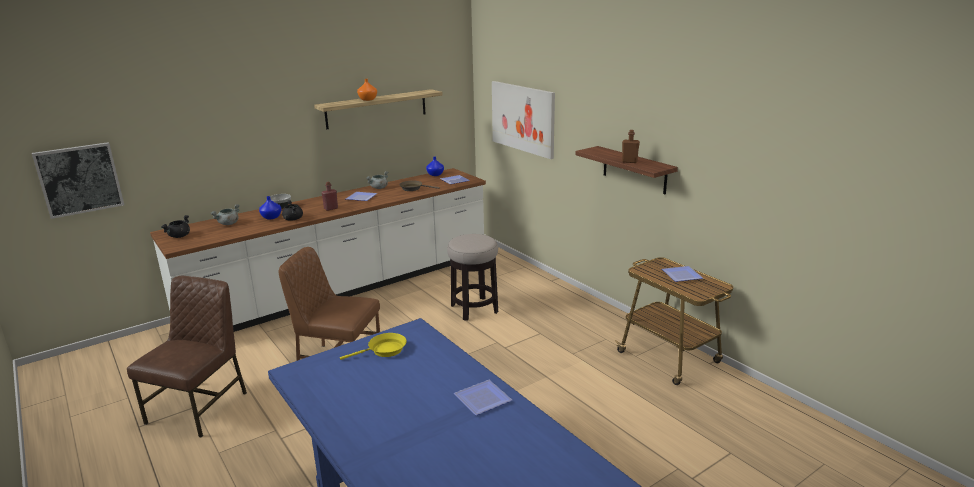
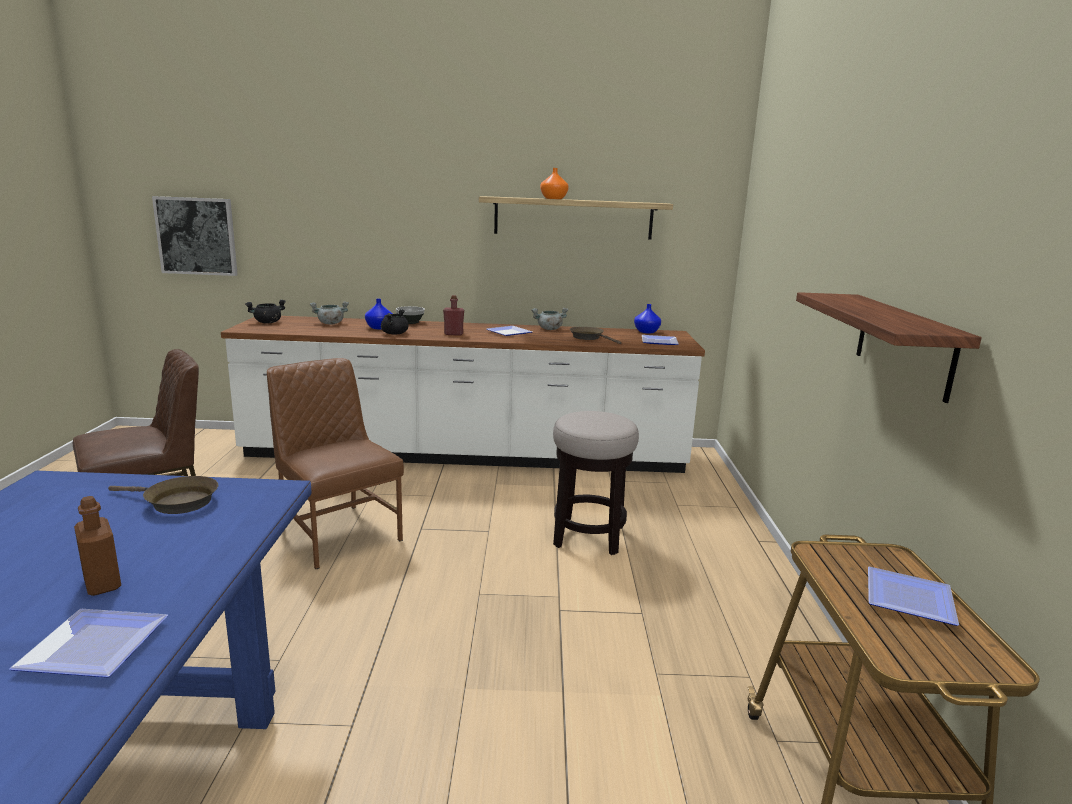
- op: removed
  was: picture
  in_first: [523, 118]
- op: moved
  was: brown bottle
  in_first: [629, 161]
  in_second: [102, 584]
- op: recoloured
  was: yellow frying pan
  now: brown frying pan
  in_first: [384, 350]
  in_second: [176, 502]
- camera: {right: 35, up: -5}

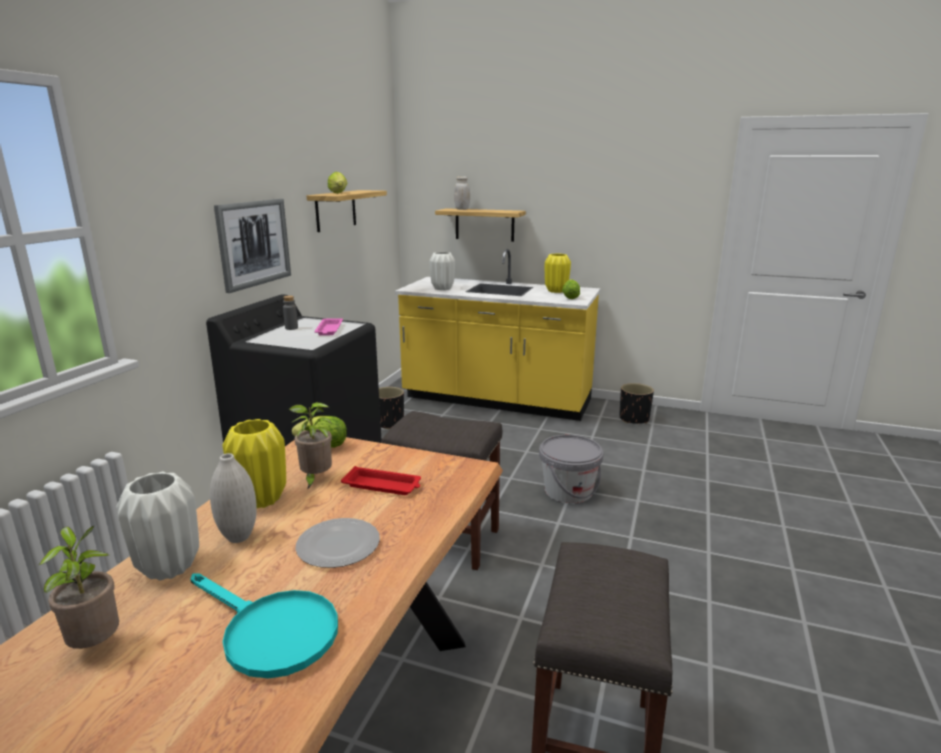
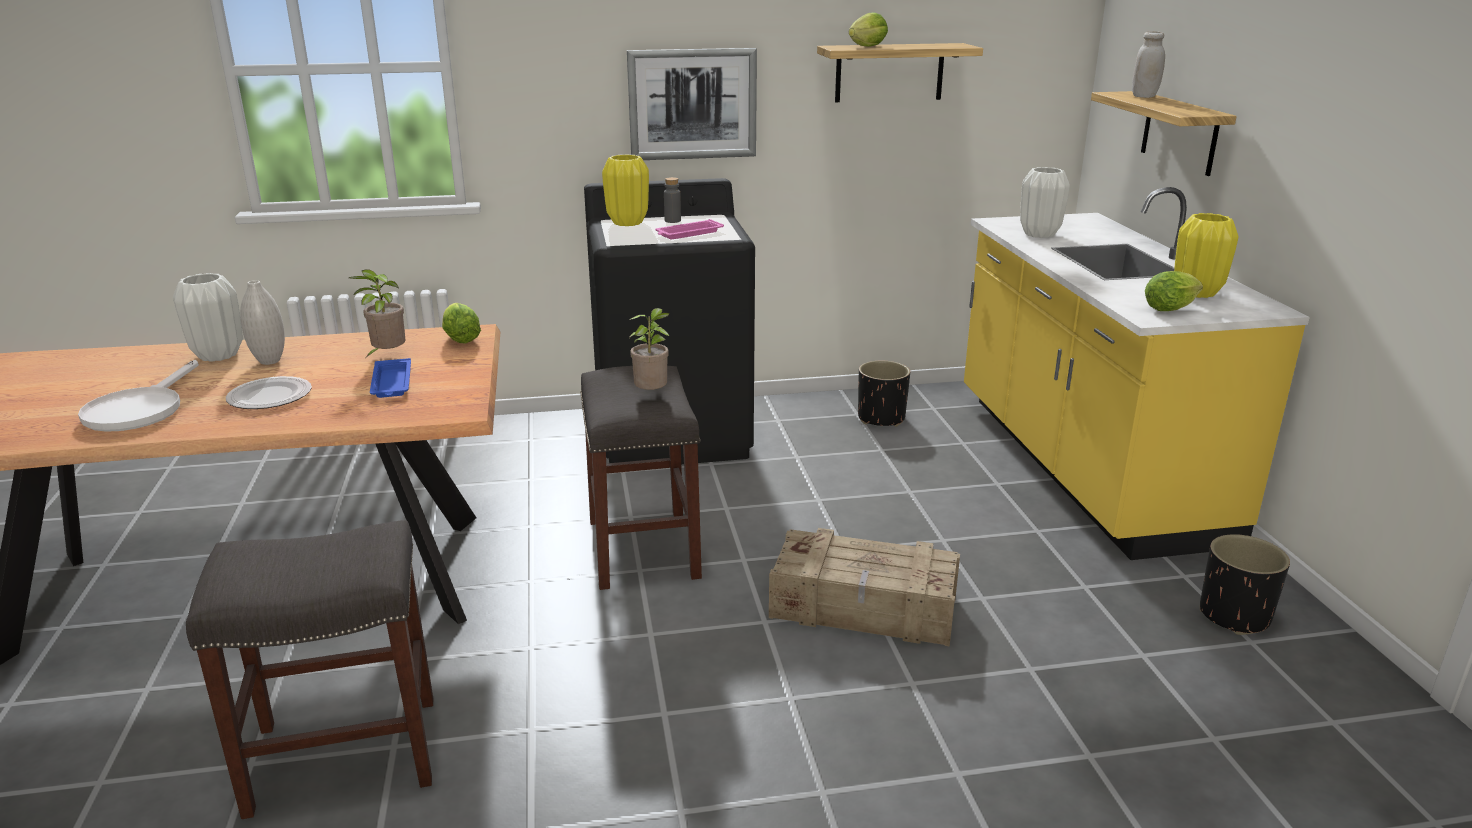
- op: moved
  was: yellow vase
  in_first: [261, 499]
  in_second: [628, 222]
- op: replaced
  was: grey bucket
  now: crate
  in_first: [568, 491]
  in_second: [864, 608]
- op: recoloured
  was: red tray
  now: blue tray
  in_first: [383, 485]
  in_second: [392, 384]
- op: moved
  was: potted plant
  in_first: [96, 645]
  in_second: [652, 395]
- op: recoloured
  was: turquoise frying pan
  now: white frying pan
  in_first: [270, 632]
  in_second: [140, 409]
- camera: {right: 60, up: 5}

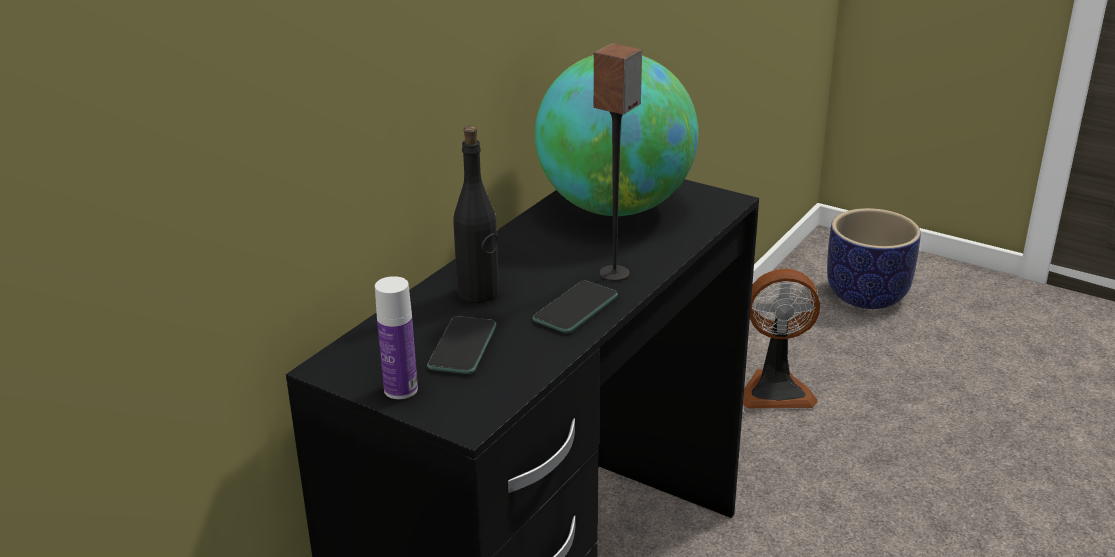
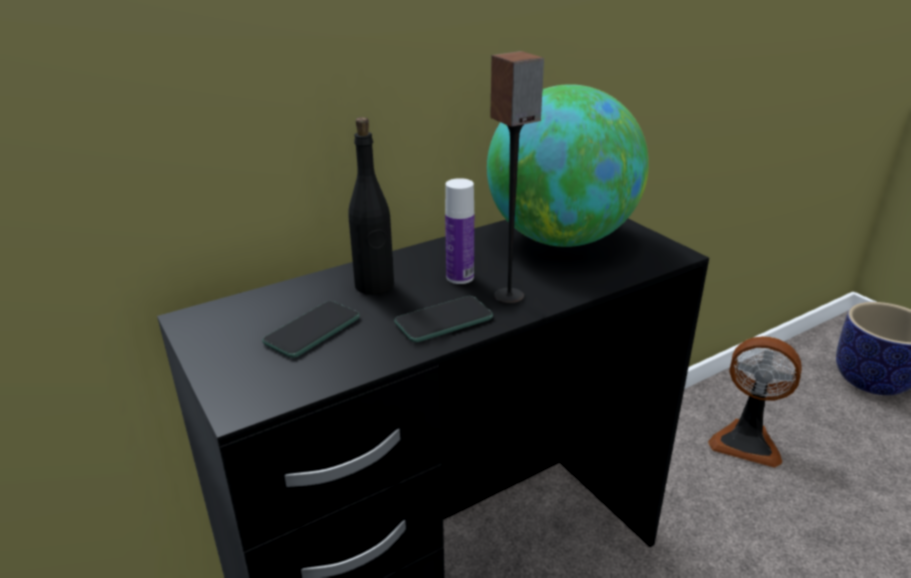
- op: moved
  was: bottle
  in_first: [401, 389]
  in_second: [460, 277]
- camera: {right: 25, up: 0}

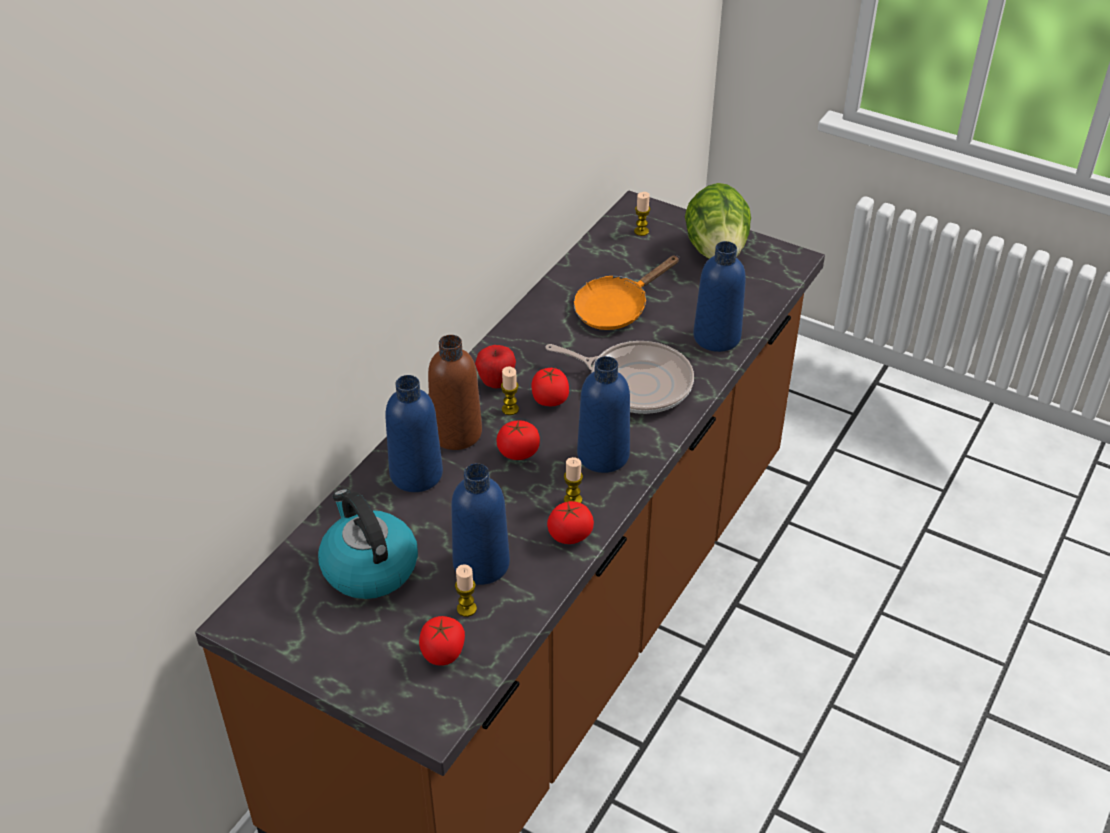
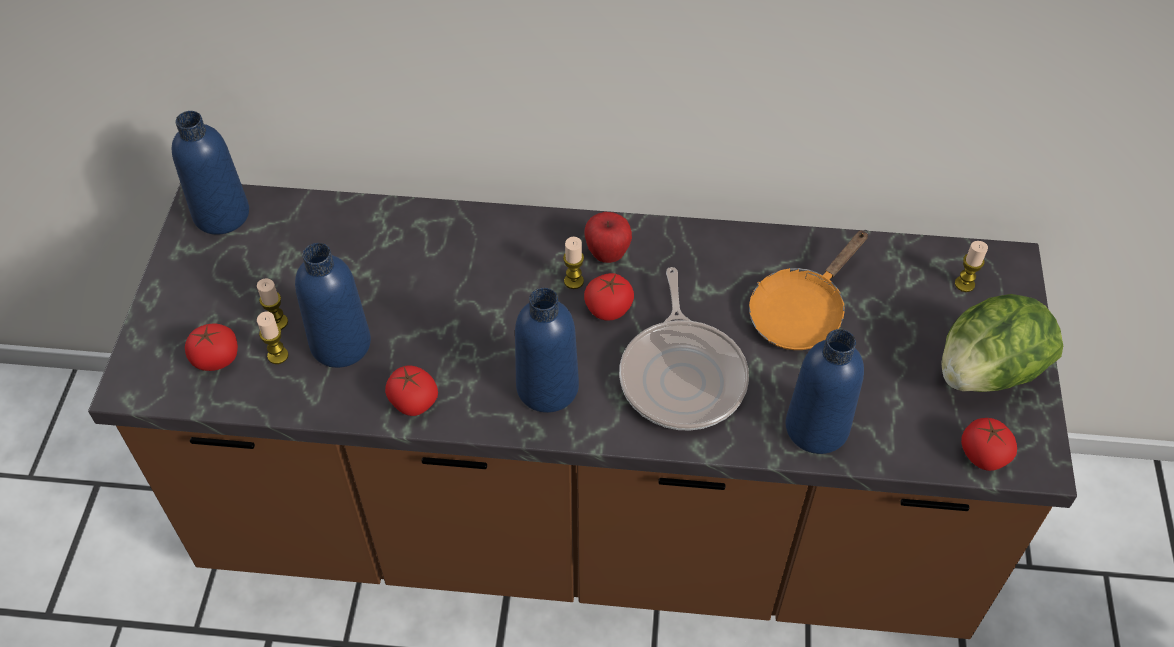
- op: turned
  was: orange frying pan
  in_first: [616, 309]
  in_second: [801, 312]
  clockwise: -75
- op: removed
  was: brown bottle
  in_first: [456, 433]
- op: moved
  was: blue bottle
  in_first: [416, 474]
  in_second: [221, 214]
- op: moved
  was: tomato
  in_first: [518, 452]
  in_second: [982, 455]
- op: moved
  was: candle
  in_first: [573, 500]
  in_second: [277, 322]
- op: removed
  was: kettle
  in_first: [368, 567]
- camera: {right: 65, up: 10}

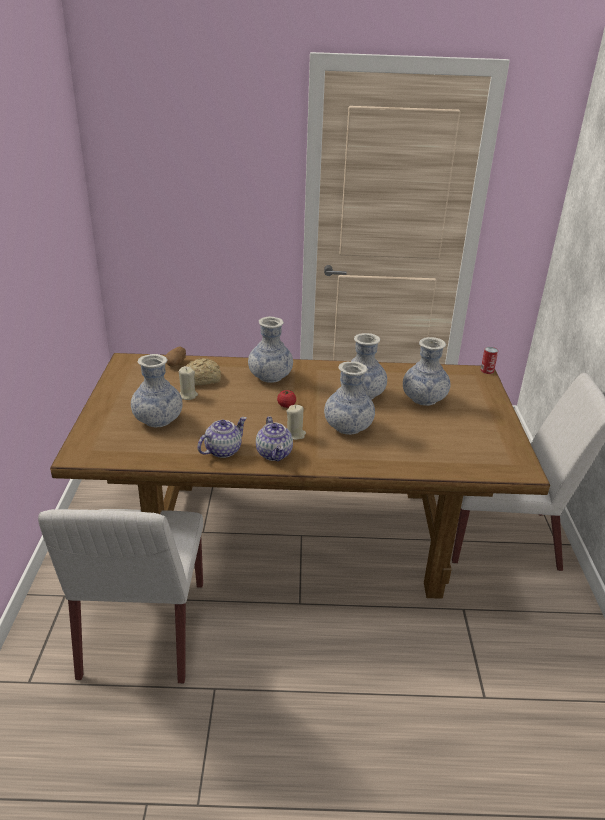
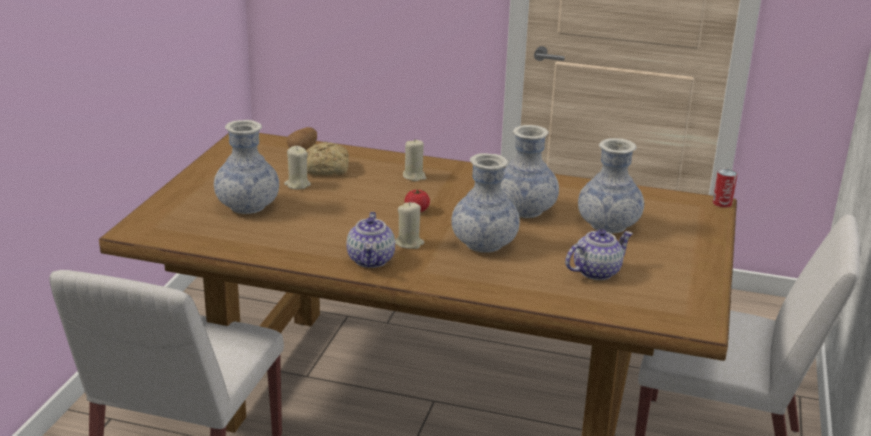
- op: replaced
  was: vase
  now: beige candle
  in_first: [270, 377]
  in_second: [414, 176]
- op: moved
  was: teapot
  in_first: [223, 450]
  in_second: [596, 271]
- camera: {right: 15, up: -5}

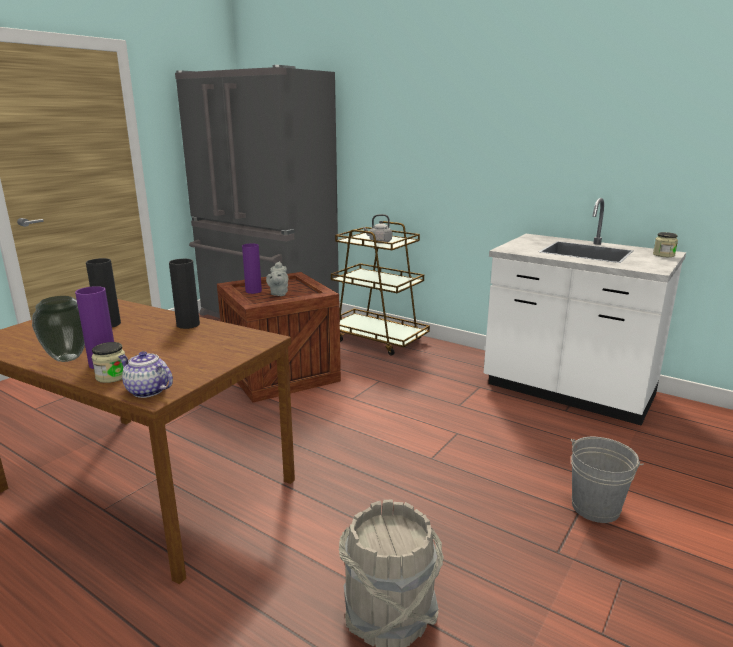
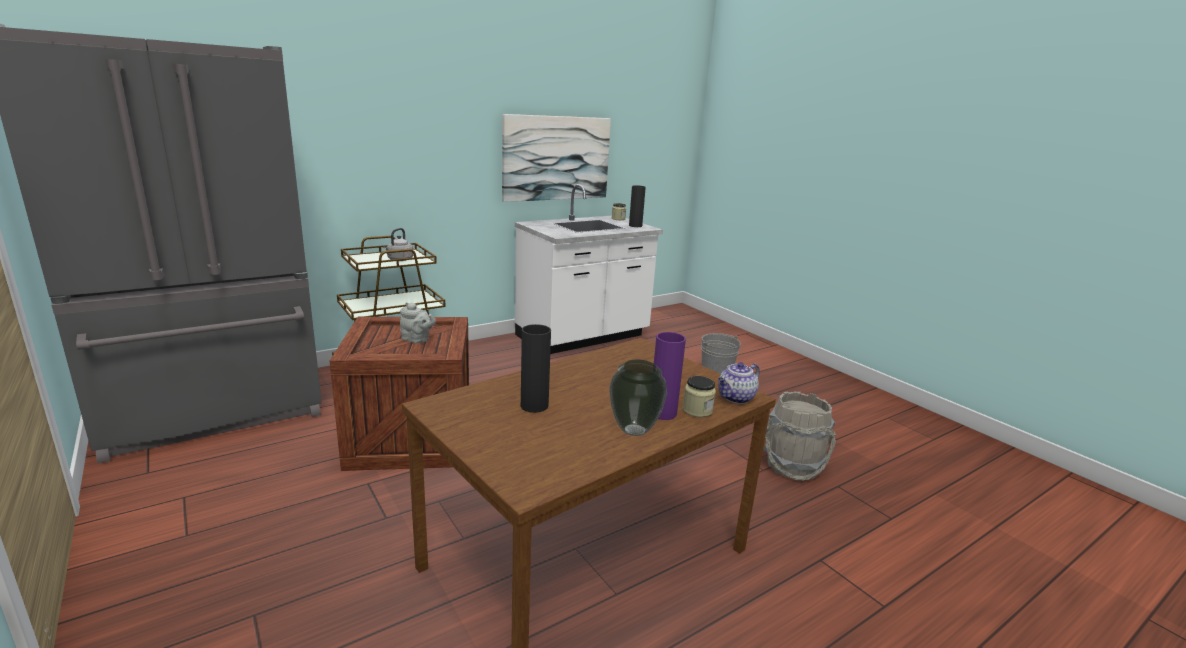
- op: removed
  was: purple vase
  in_first: [253, 291]
- op: moved
  was: black vase
  in_first: [188, 324]
  in_second: [635, 226]
- op: added
  now: picture
  in_second: [556, 158]
- camera: {right: -70, up: 0}

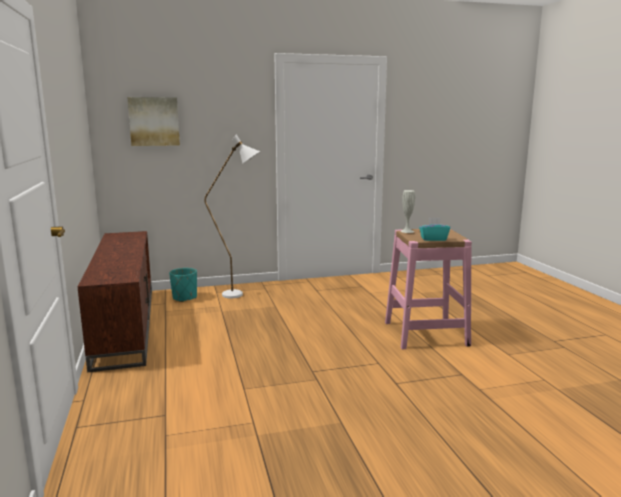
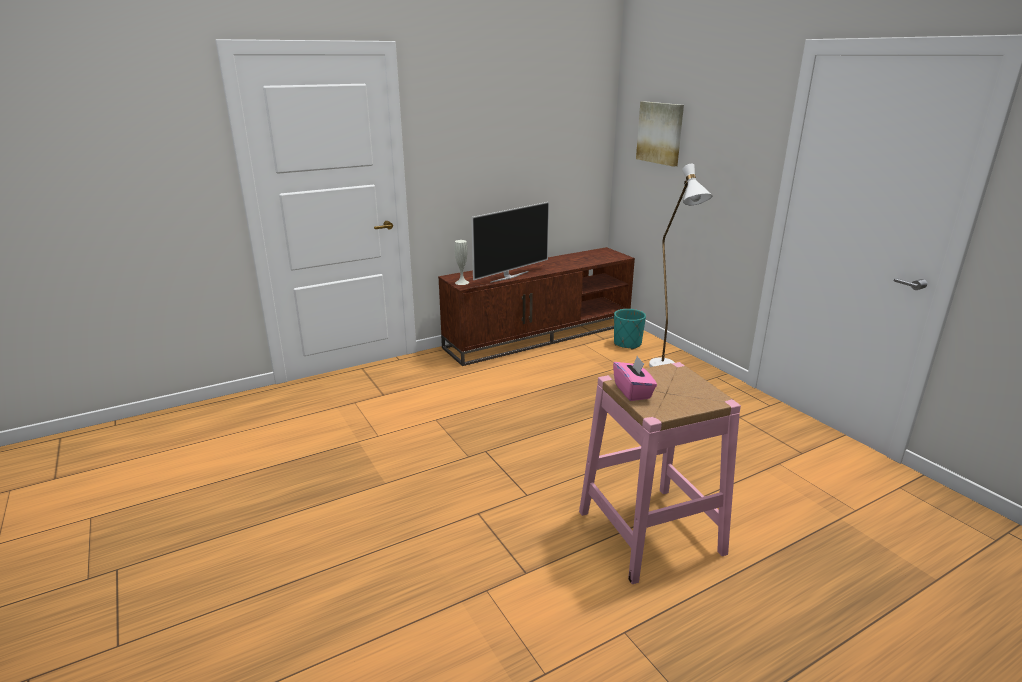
- op: moved
  was: white vase
  in_first: [407, 231]
  in_second: [462, 282]
- op: recoloured
  was: turquoise tissue box
  now: pink tissue box
  in_first: [433, 239]
  in_second: [633, 391]
- op: added
  now: television
  in_second: [509, 276]
- camera: {right: 75, up: 10}

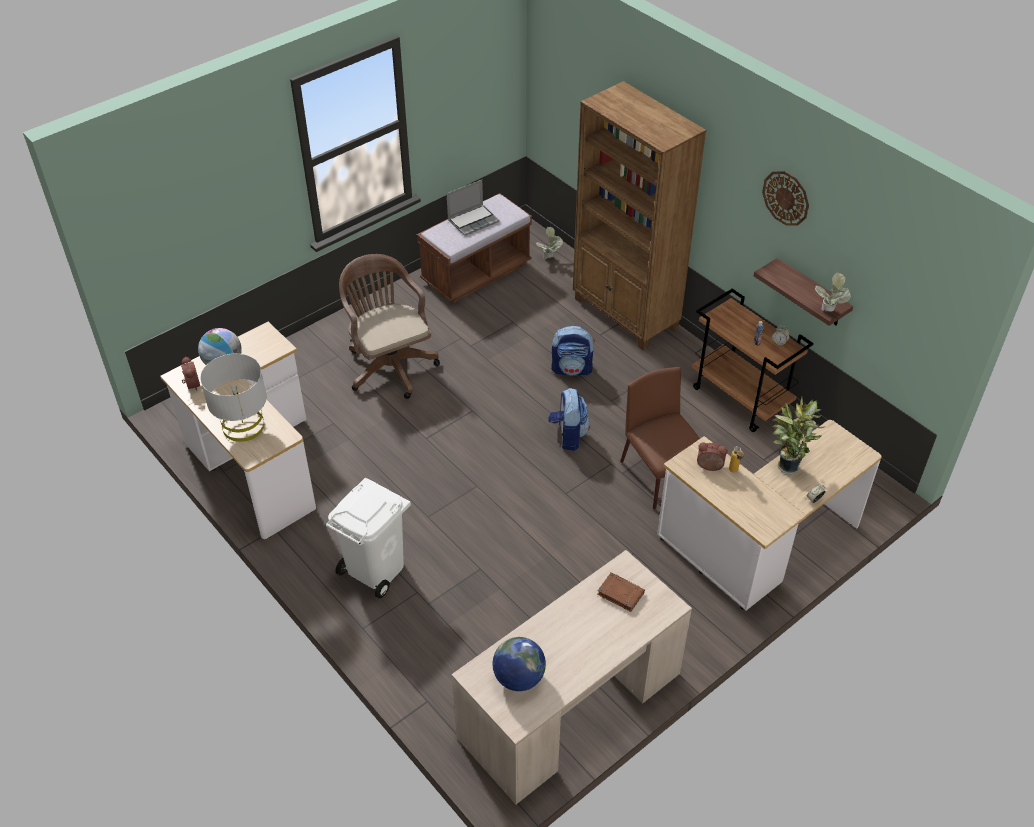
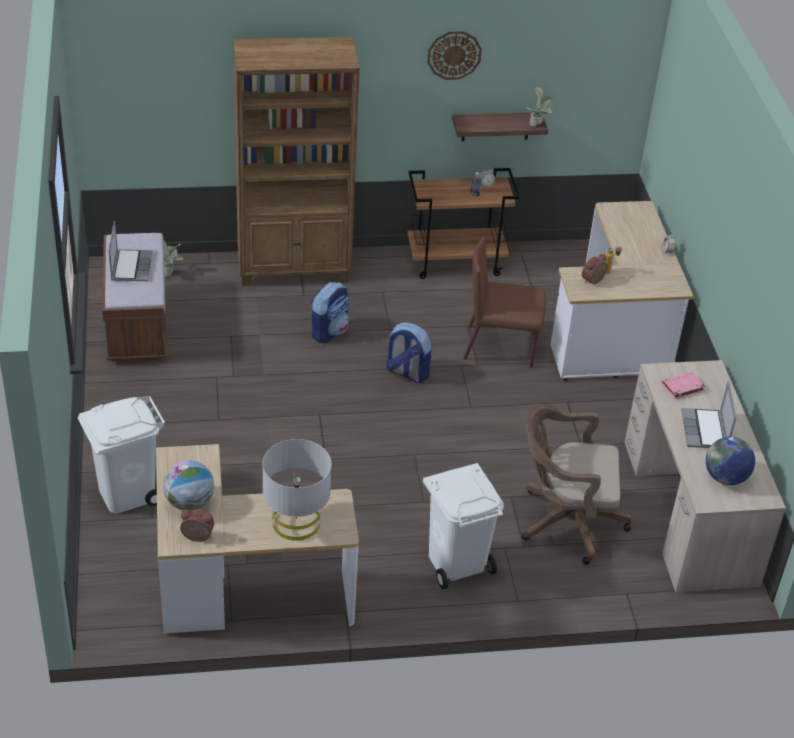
- op: moved
  was: brown office chair
  in_first: [389, 365]
  in_second: [565, 521]
- op: removed
  was: potted plant
  in_first: [787, 464]
- op: recoloured
  was: brown book
  now: pink book
  in_first: [620, 593]
  in_second: [682, 387]
- op: added
  now: laptop
  in_second: [705, 431]
- op: added
  now: white trash can
  in_second: [126, 492]
- camera: {right: -60, up: -5}

